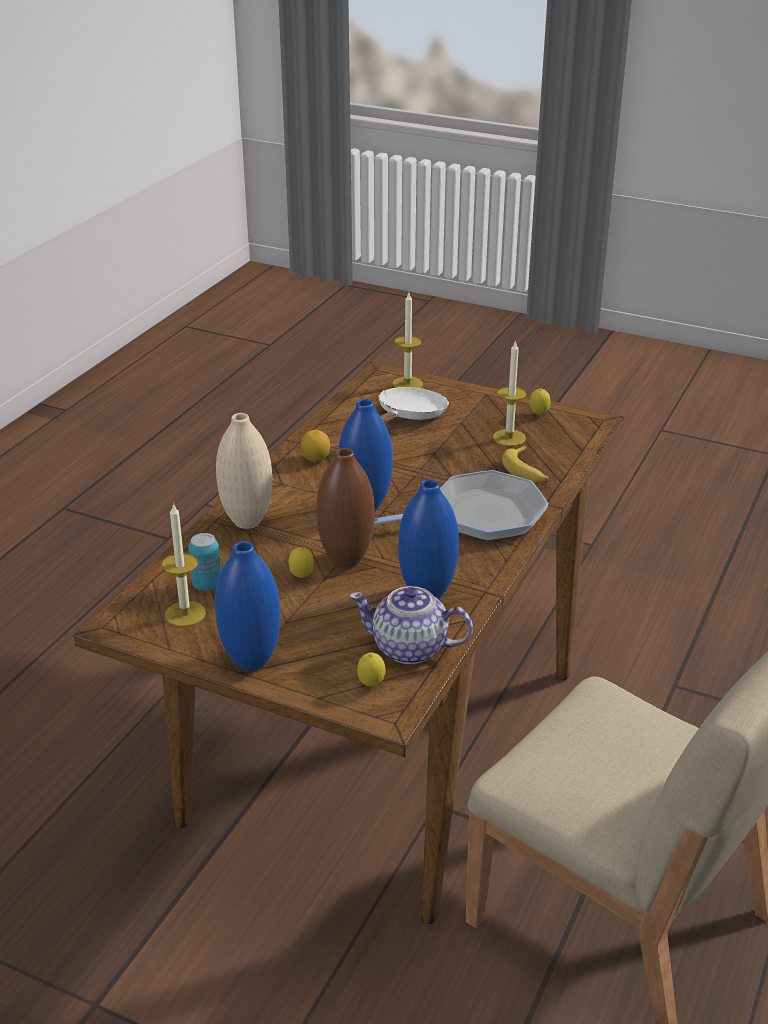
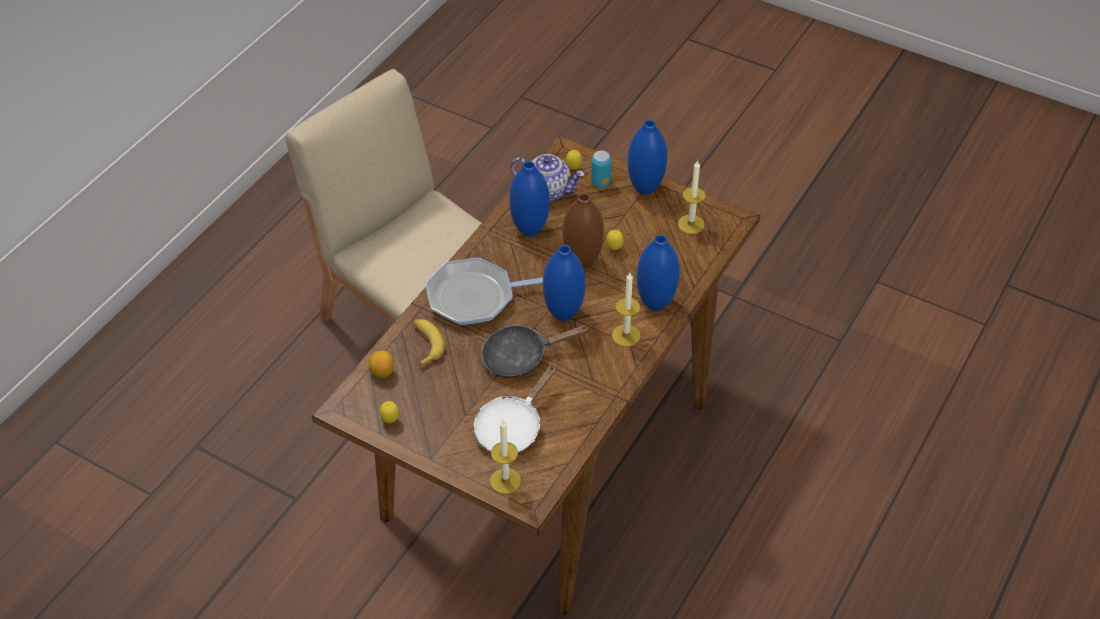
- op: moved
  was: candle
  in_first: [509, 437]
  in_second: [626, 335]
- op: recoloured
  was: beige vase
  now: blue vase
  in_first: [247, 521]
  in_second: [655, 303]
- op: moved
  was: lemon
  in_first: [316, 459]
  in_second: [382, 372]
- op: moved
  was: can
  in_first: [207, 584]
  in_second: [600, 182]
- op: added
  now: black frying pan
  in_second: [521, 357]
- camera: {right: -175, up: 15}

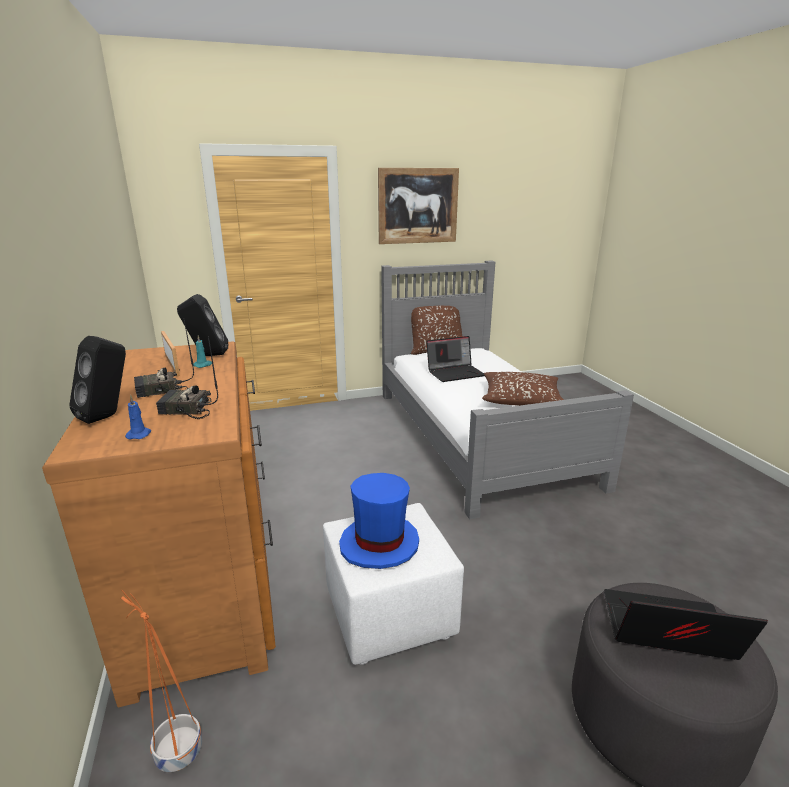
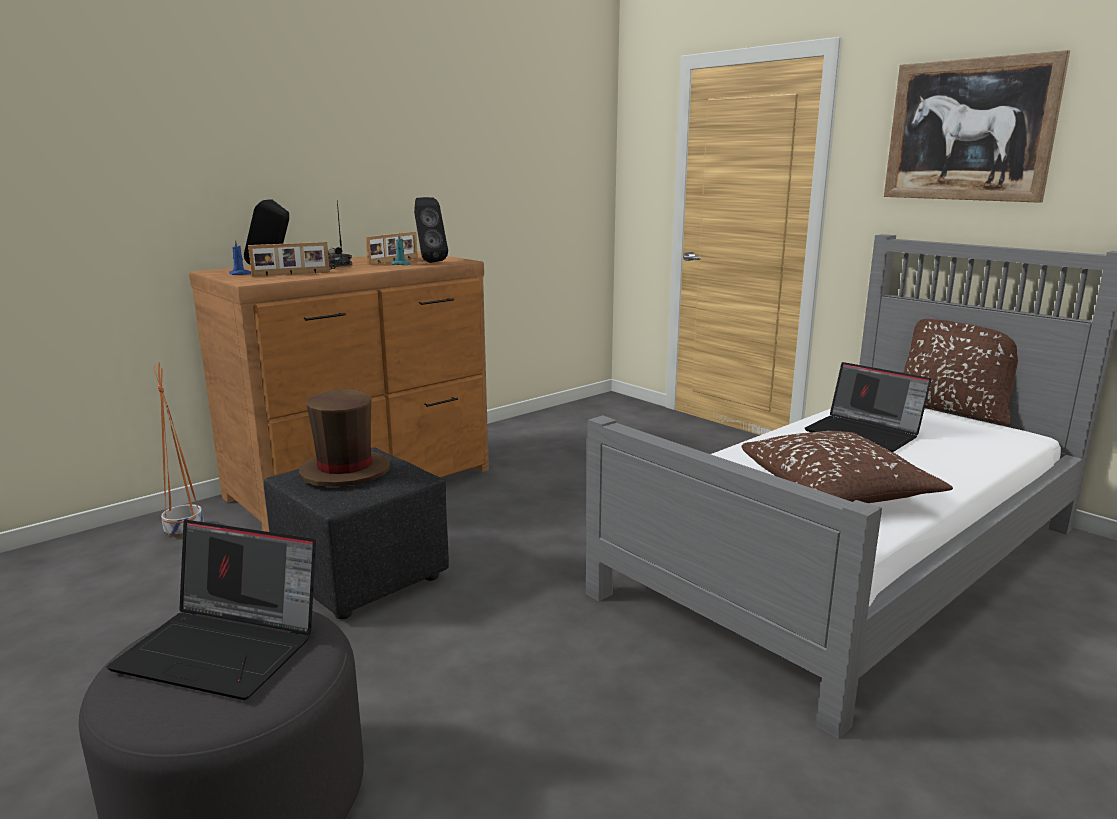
- op: replaced
  was: radio
  now: picture frame
  in_first: [186, 410]
  in_second: [291, 274]
- op: recoloured
  was: blue hat
  now: brown hat
  in_first: [379, 544]
  in_second: [345, 472]
- op: recoloured
  was: white ottoman
  now: black ottoman
  in_first: [388, 614]
  in_second: [362, 577]
- op: turned
  was: laptop
  in_first: [666, 633]
  in_second: [225, 648]
  clockwise: 120
- camera: {right: 65, up: -5}

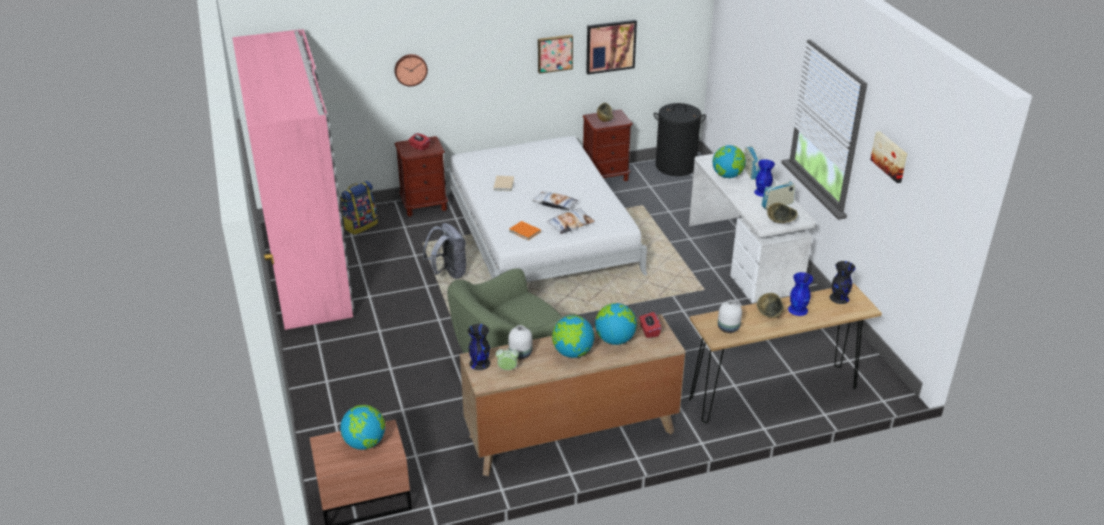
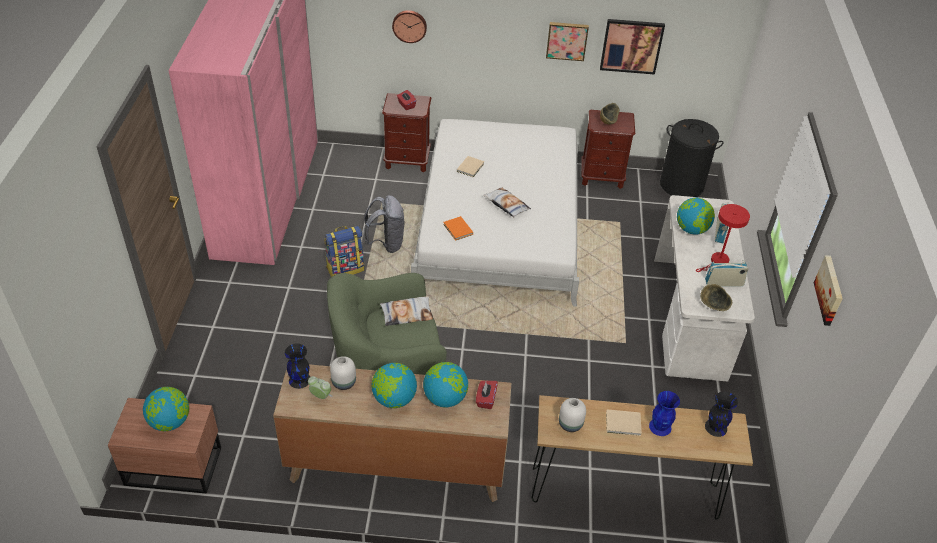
- op: replaced
  was: blue vase
  now: red table lamp
  in_first: [762, 192]
  in_second: [717, 262]
- op: moved
  was: backpack
  in_first: [360, 225]
  in_second: [345, 268]
- op: moved
  was: pillow
  in_first: [570, 224]
  in_second: [407, 313]
- op: replaced
  was: bowl
  now: beige book
  in_first: [769, 316]
  in_second: [624, 424]
- camera: {right: 20, up: 10}

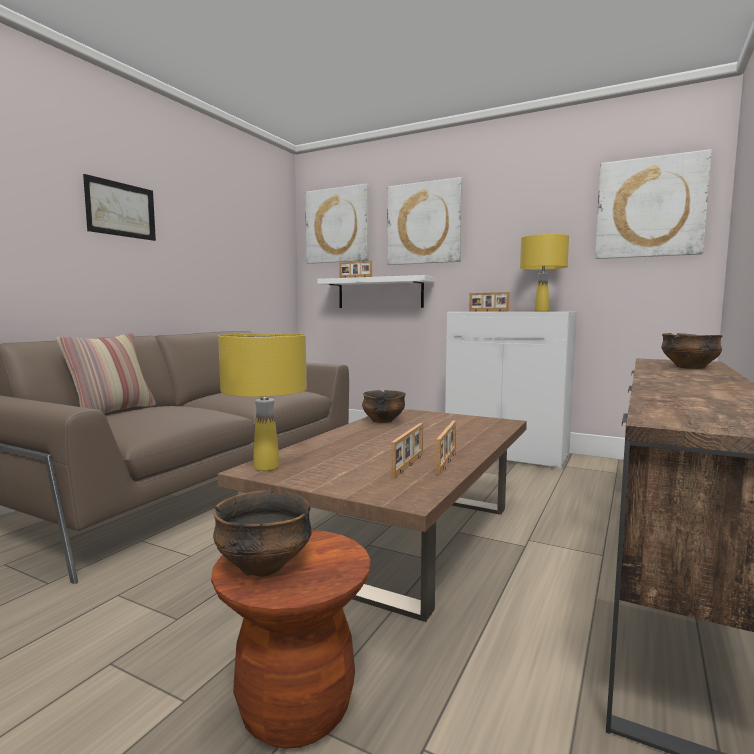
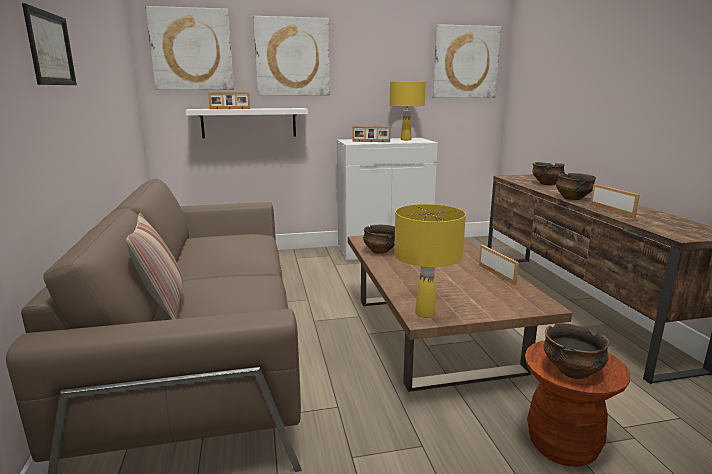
- op: moved
  was: picture frame
  in_first: [409, 465]
  in_second: [612, 210]
- op: added
  now: bowl
  in_second: [572, 198]
- camera: {right: -40, up: 10}

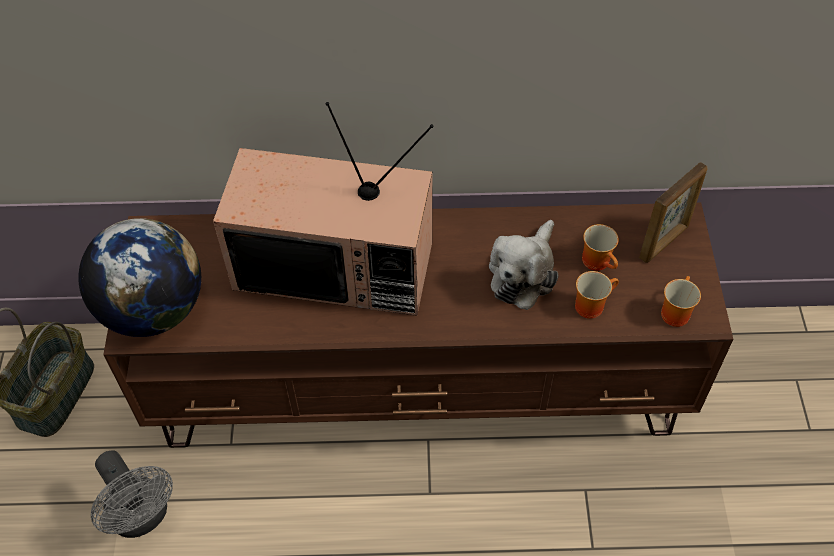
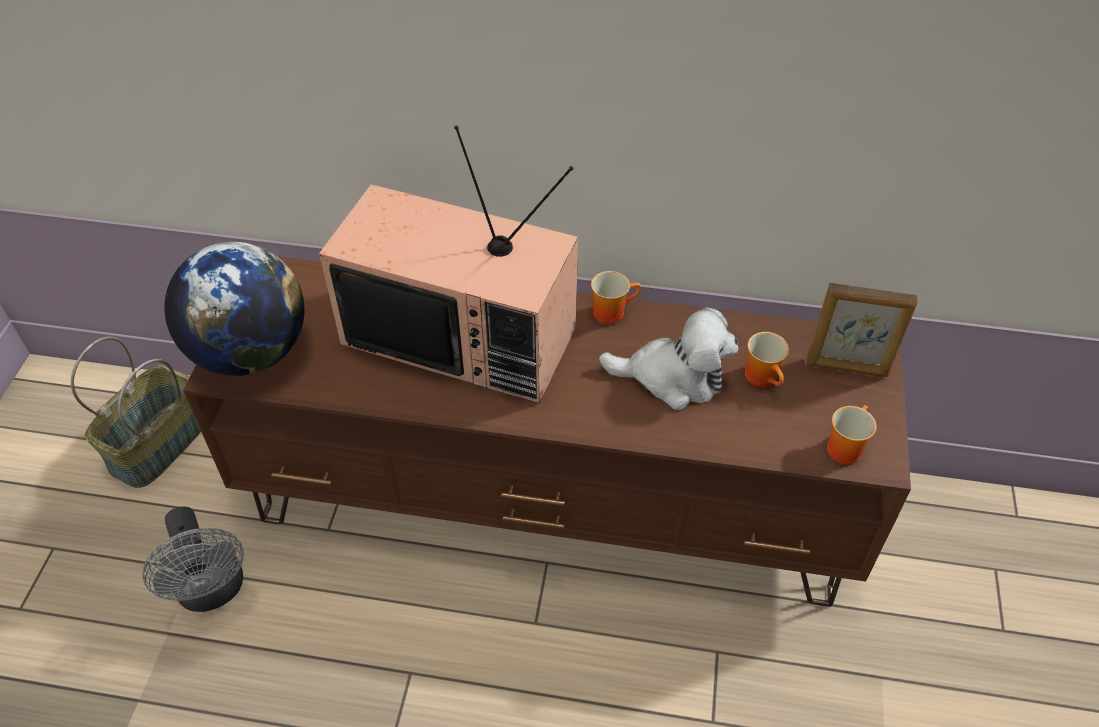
- op: turned
  was: picture frame
  in_first: [664, 242]
  in_second: [847, 368]
  clockwise: 45
- op: turned
  was: plush toy
  in_first: [523, 273]
  in_second: [673, 377]
  clockwise: -120
- op: moved
  was: mug
  in_first: [590, 304]
  in_second: [611, 310]
- camera: {right: 10, up: -5}

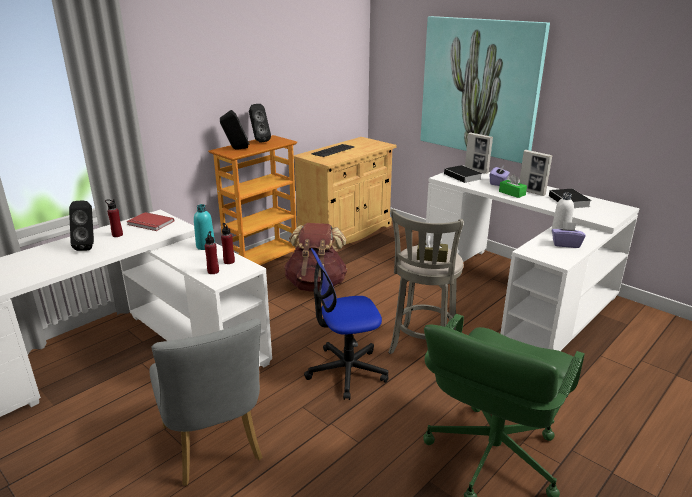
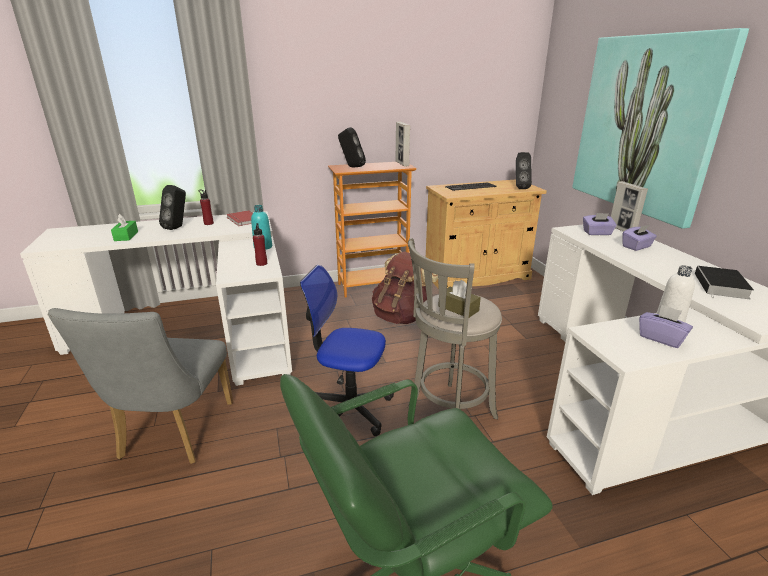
- op: moved
  was: black speaker
  in_first: [259, 141]
  in_second: [519, 188]
- op: moved
  was: picture frame
  in_first: [531, 192]
  in_second: [402, 164]
- op: replaced
  was: book
  now: purple tissue box
  in_first: [463, 176]
  in_second: [597, 233]
- op: moved
  was: green tissue box
  in_first: [512, 193]
  in_second: [126, 236]
- op: removed
  was: red bottle
  in_first: [213, 271]
- camera: {right: 30, up: 0}

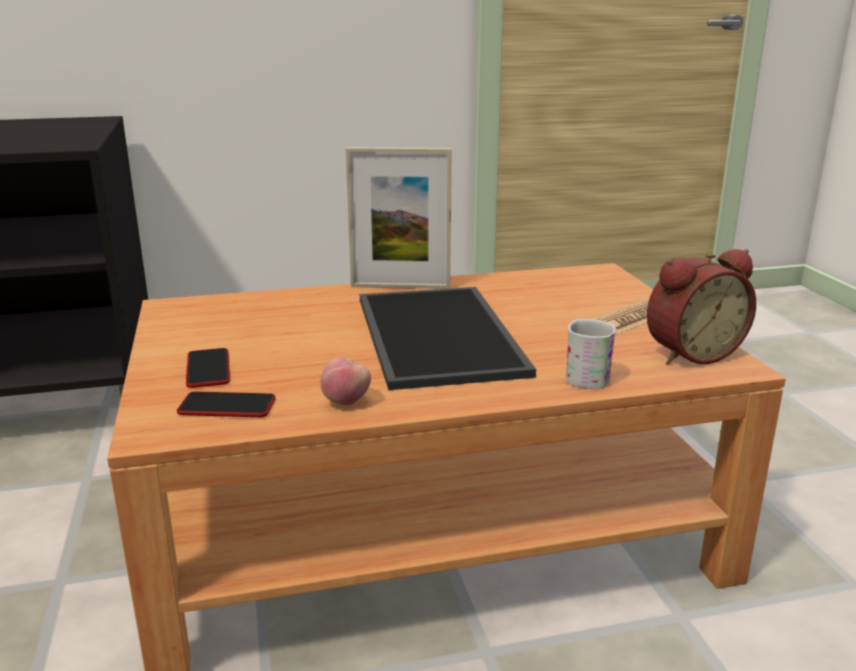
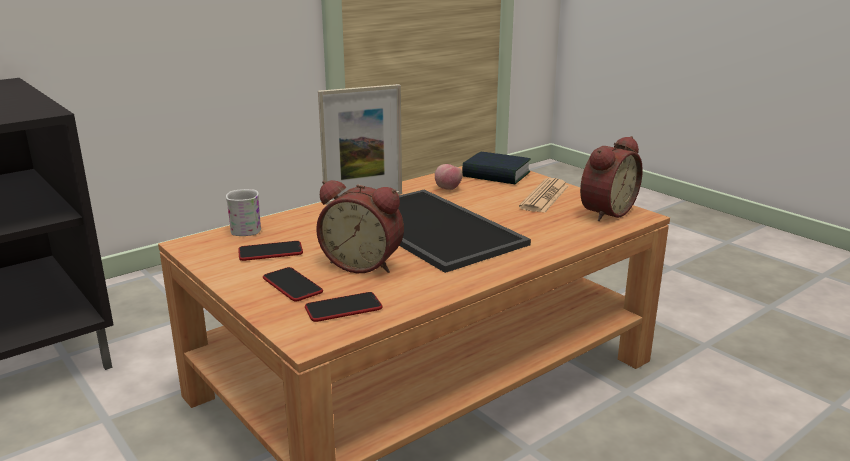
- op: moved
  was: white mug
  in_first: [589, 376]
  in_second: [246, 228]
- op: moved
  was: apple
  in_first: [346, 402]
  in_second: [448, 189]
- op: added
  now: book
  in_second: [496, 175]
- op: added
  now: alarm clock
  in_second: [363, 263]
- op: added
  now: phone
  in_second: [270, 252]
- camera: {right: -25, up: 0}

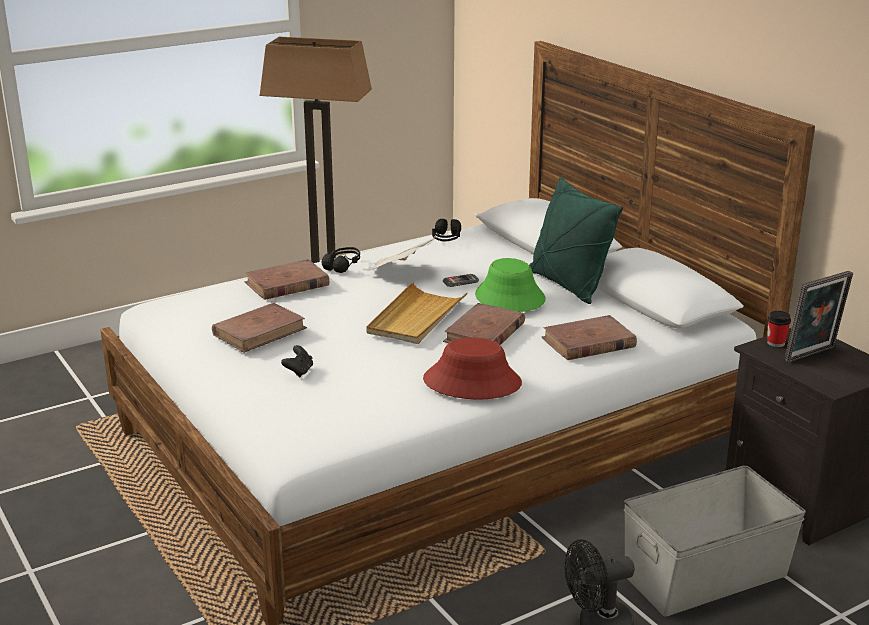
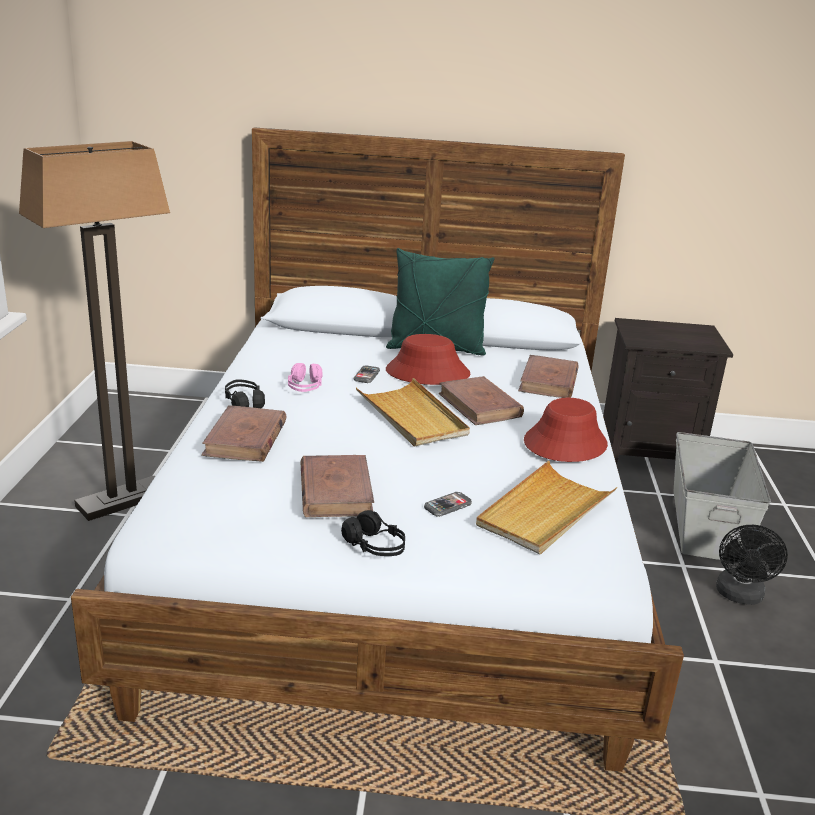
- op: moved
  was: black headphones
  in_first: [446, 239]
  in_second: [375, 547]
- op: replaced
  was: newspaper
  now: pink headphones
  in_first: [400, 272]
  in_second: [305, 387]
- op: recoloured
  was: green hat
  now: red hat
  in_first: [509, 298]
  in_second: [427, 373]
- op: removed
  was: picture frame
  in_first: [812, 355]
- op: removed
  was: cup
  in_first: [776, 343]
- op: replaced
  was: black game controller
  now: phone
  in_first: [299, 371]
  in_second: [447, 506]
- op: added
  now: beige tray
  in_second: [545, 512]
- camera: {right: -55, up: 0}

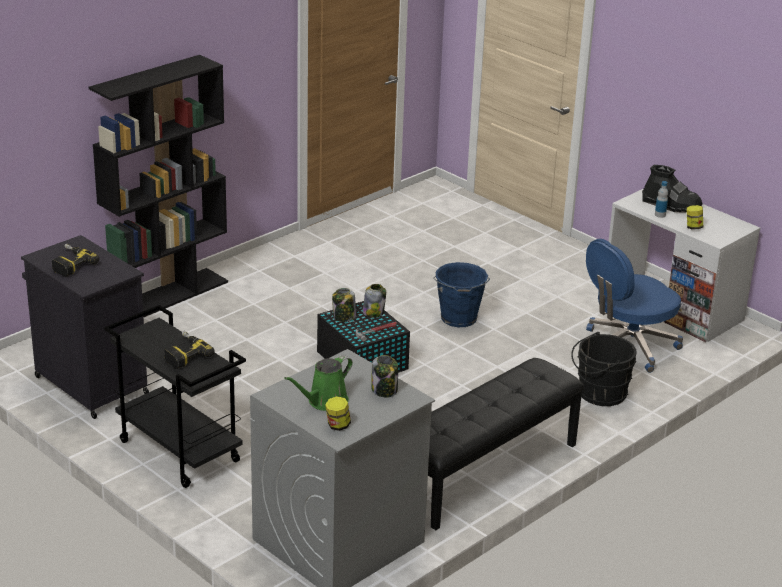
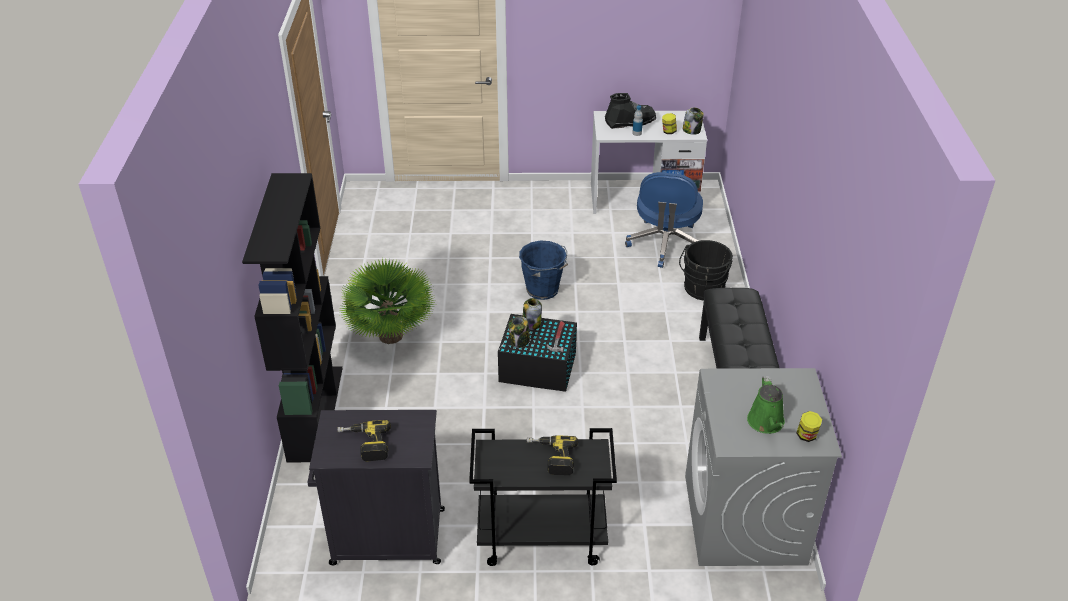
- op: moved
  was: jar
  in_first: [384, 390]
  in_second: [692, 130]
- op: added
  now: potted plant
  in_second: [390, 335]
- camera: {right: -45, up: 10}

